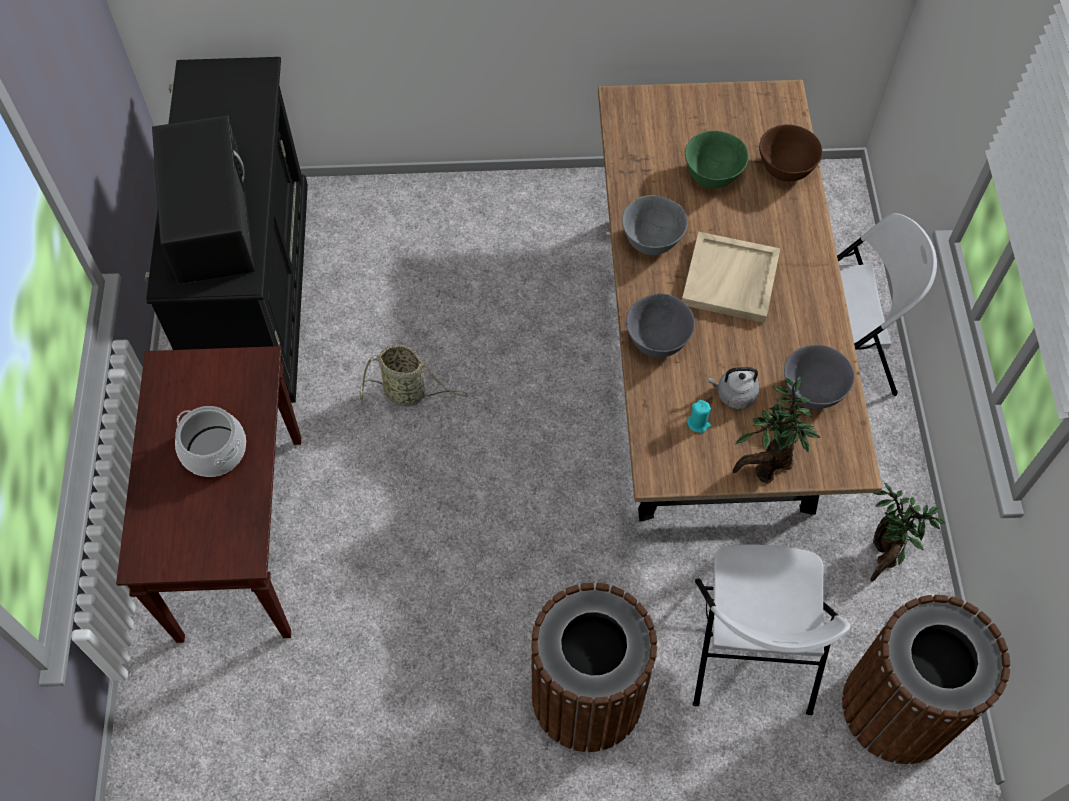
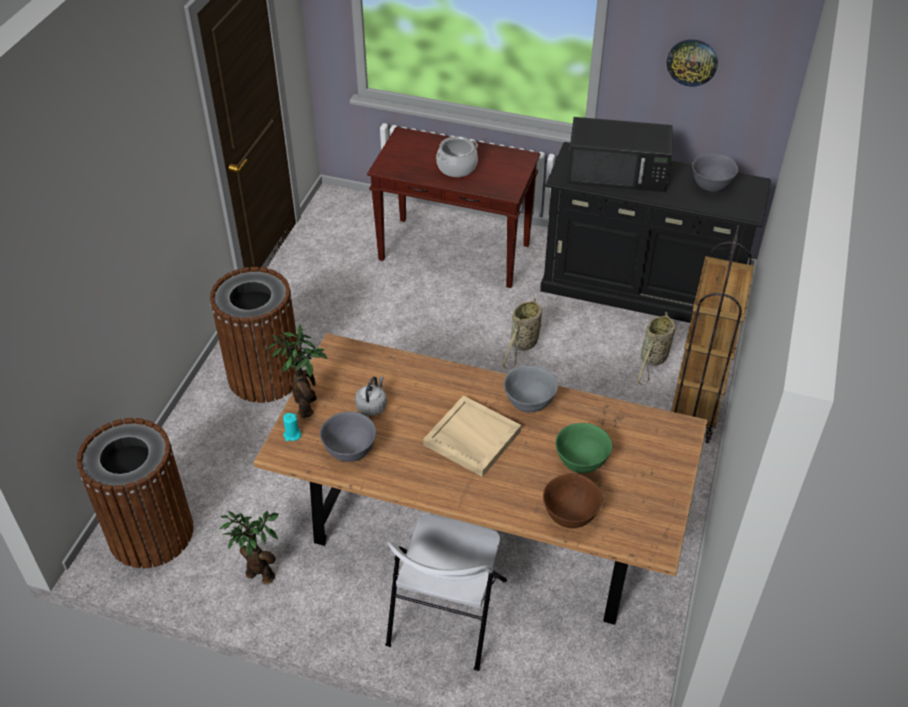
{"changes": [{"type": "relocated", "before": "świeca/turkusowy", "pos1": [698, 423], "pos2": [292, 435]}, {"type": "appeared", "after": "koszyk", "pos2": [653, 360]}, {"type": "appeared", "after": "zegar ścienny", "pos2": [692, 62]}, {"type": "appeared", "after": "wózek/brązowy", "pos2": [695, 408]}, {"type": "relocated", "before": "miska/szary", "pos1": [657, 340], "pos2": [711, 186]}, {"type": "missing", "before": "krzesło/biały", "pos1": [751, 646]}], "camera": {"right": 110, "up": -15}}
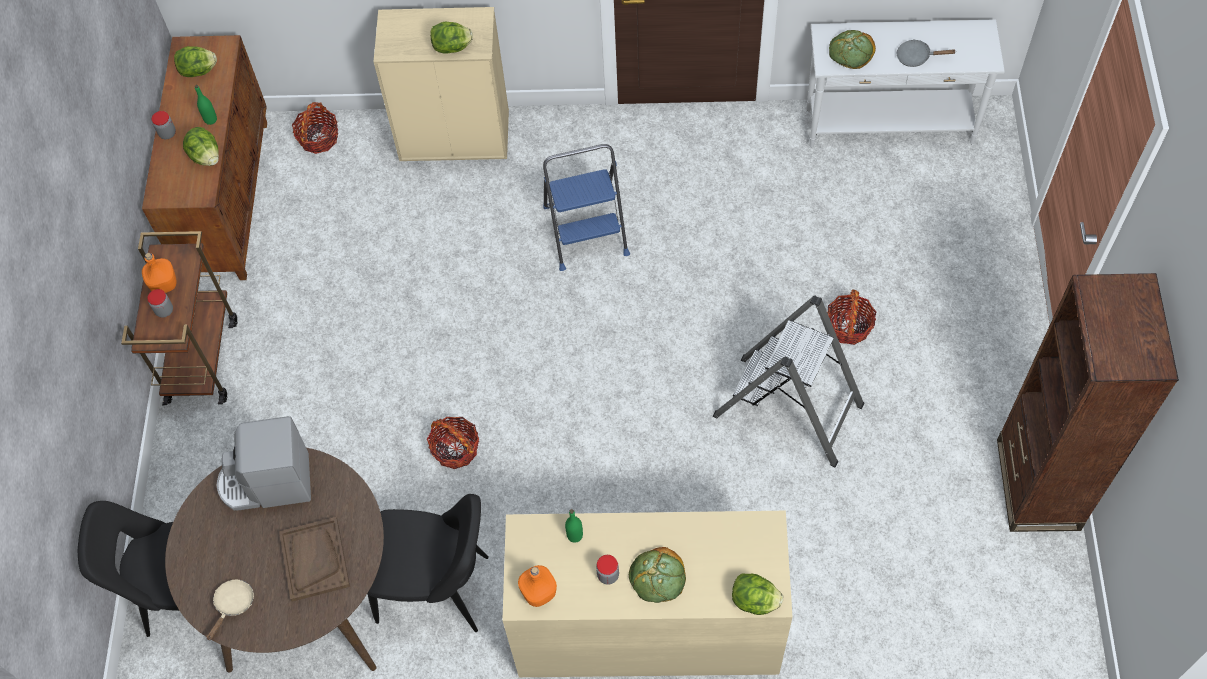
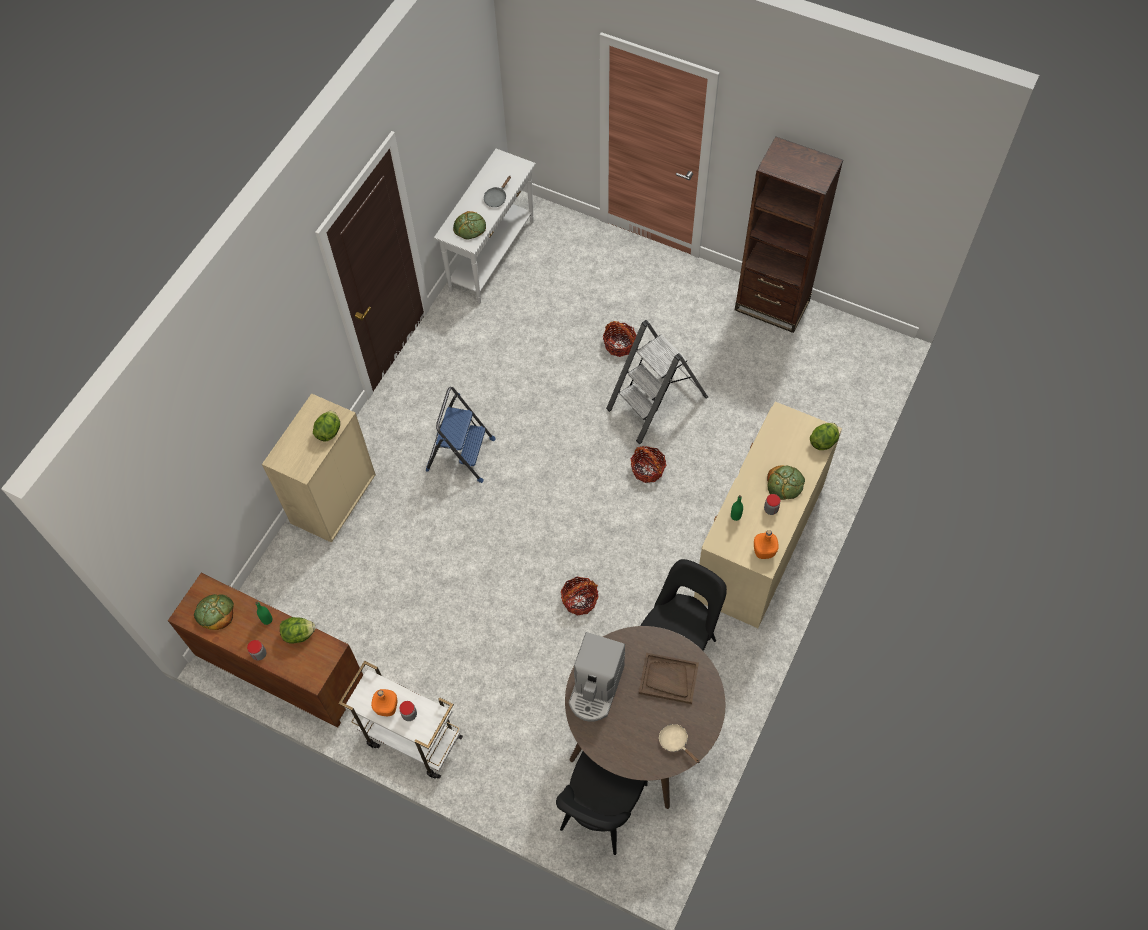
{"changes": [{"type": "exchanged", "before": "sałata", "after": "chleb", "pos1": [198, 71], "pos2": [215, 612]}, {"type": "colour", "before": "wózek/brązowy", "after": "wózek/biały", "pos1": [203, 357], "pos2": [411, 739]}, {"type": "relocated", "before": "koszyk", "pos1": [318, 138], "pos2": [647, 469]}], "camera": {"right": -65, "up": 0}}
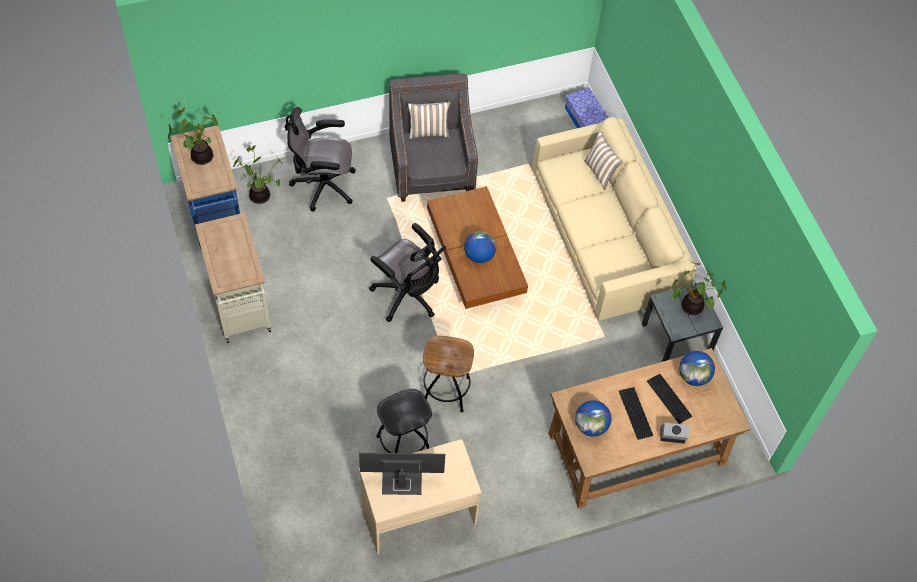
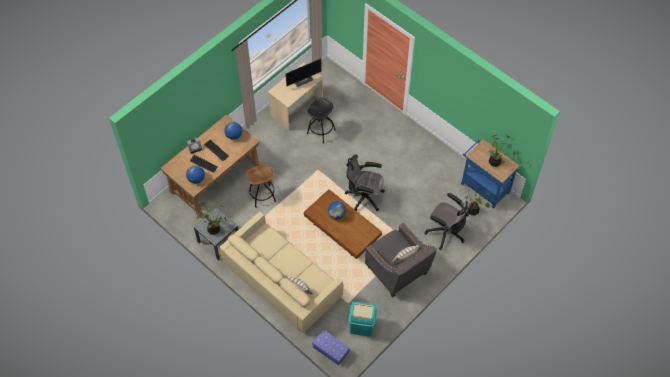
{"changes": [{"type": "relocated", "before": "stołek/brązowy", "pos1": [446, 391], "pos2": [262, 196]}, {"type": "appeared", "after": "kosz na śmieci/turkusowy", "pos2": [362, 326]}, {"type": "spun", "before": "krzesło biurowe", "pos1": [323, 186], "pos2": [446, 232], "turn": 60}, {"type": "missing", "before": "wózek/beżowy", "pos1": [240, 308]}], "camera": {"right": 155, "up": 0}}
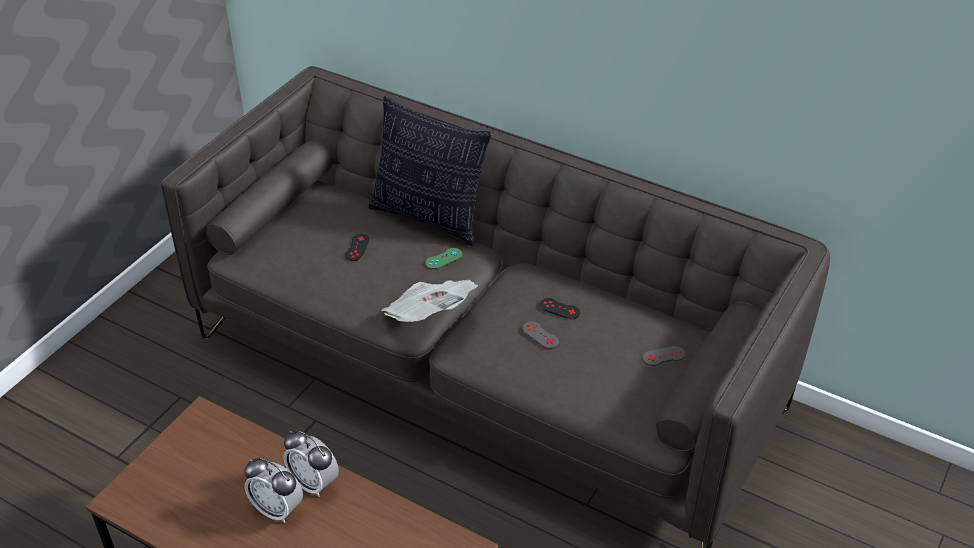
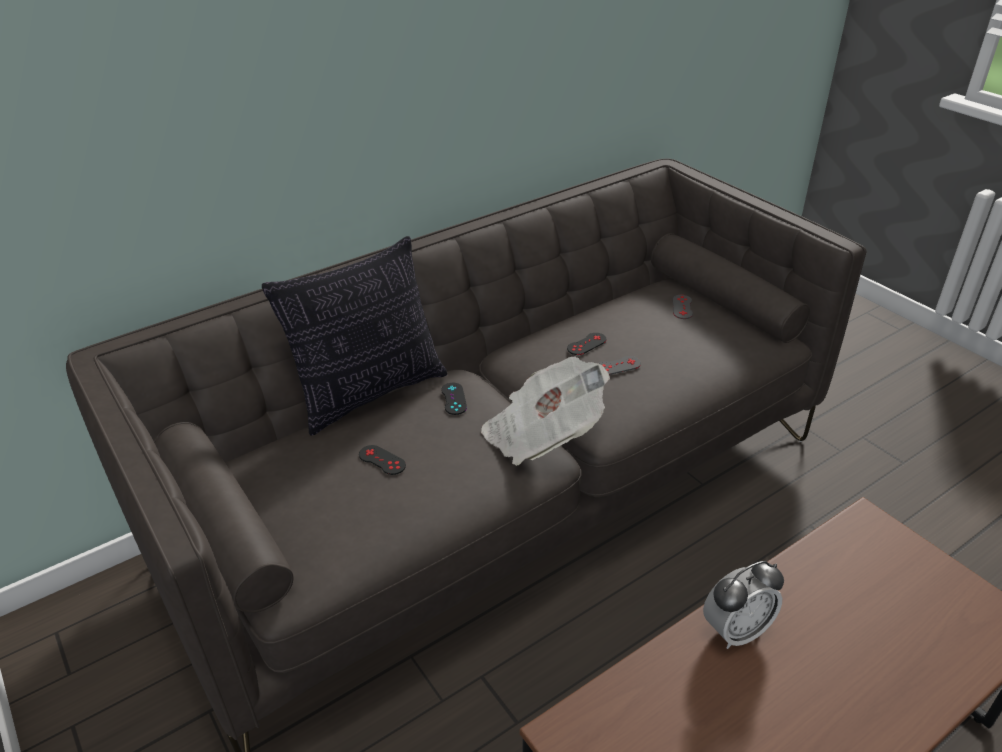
{"changes": [{"type": "colour", "before": "pad do gier/zielony", "after": "pad do gier/czarny", "pos1": [443, 258], "pos2": [454, 399]}, {"type": "missing", "before": "budzik", "pos1": [277, 509]}], "camera": {"right": -65, "up": -5}}
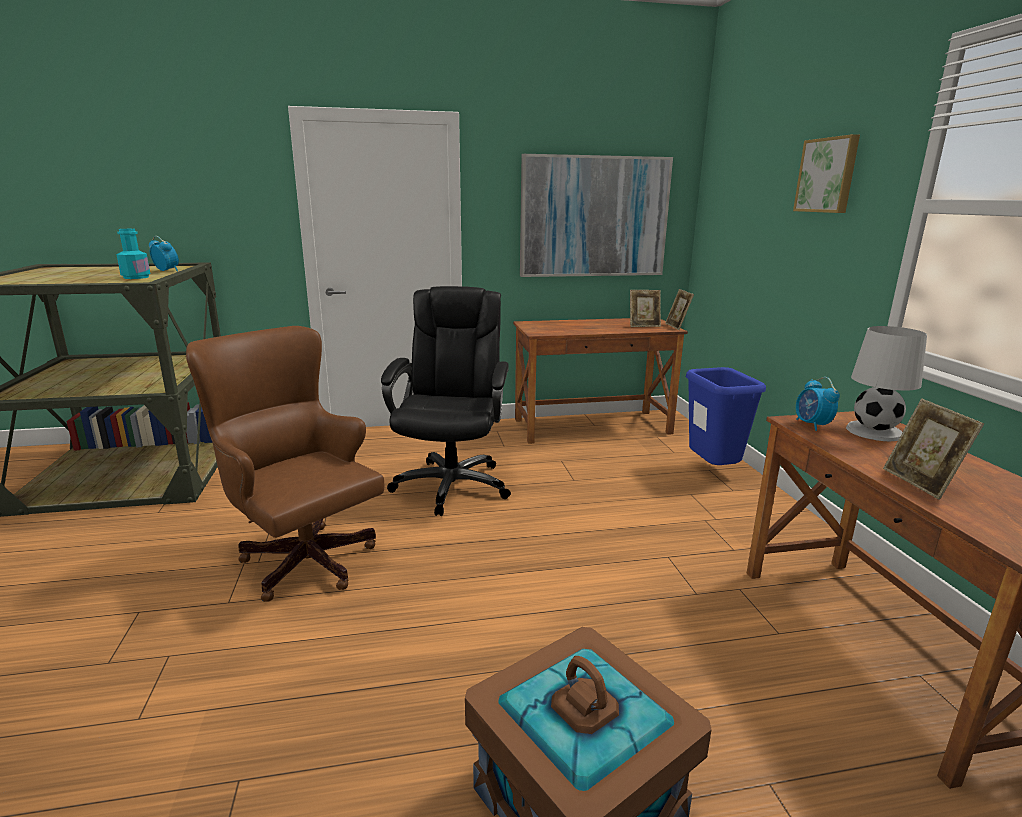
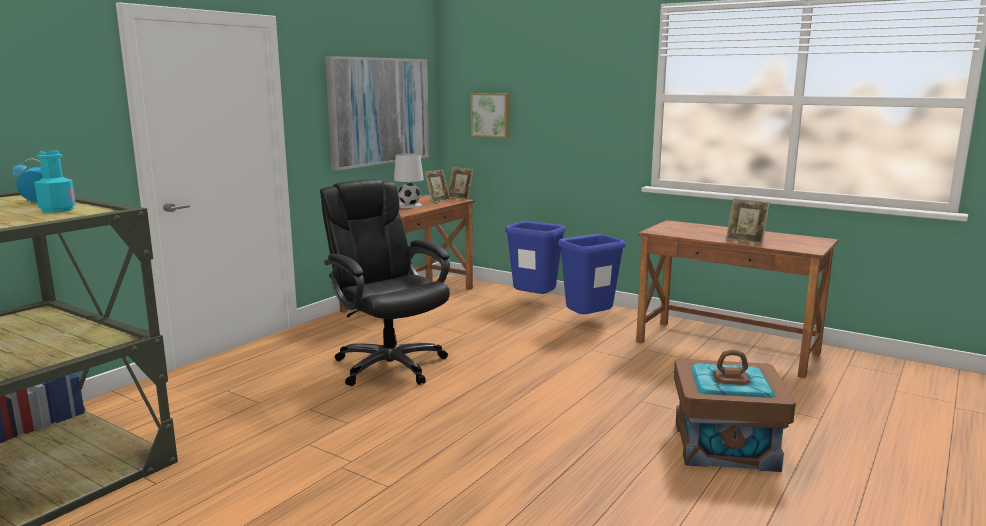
{"changes": [{"type": "relocated", "before": "lampa stołowa/biały", "pos1": [873, 431], "pos2": [409, 206]}, {"type": "relocated", "before": "obraz", "pos1": [828, 175], "pos2": [491, 115]}, {"type": "appeared", "after": "kosz na śmieci/niebieski", "pos2": [589, 322]}, {"type": "missing", "before": "krzesło biurowe/brązowy", "pos1": [303, 559]}, {"type": "missing", "before": "budzik", "pos1": [812, 425]}], "camera": {"right": -45, "up": -5}}
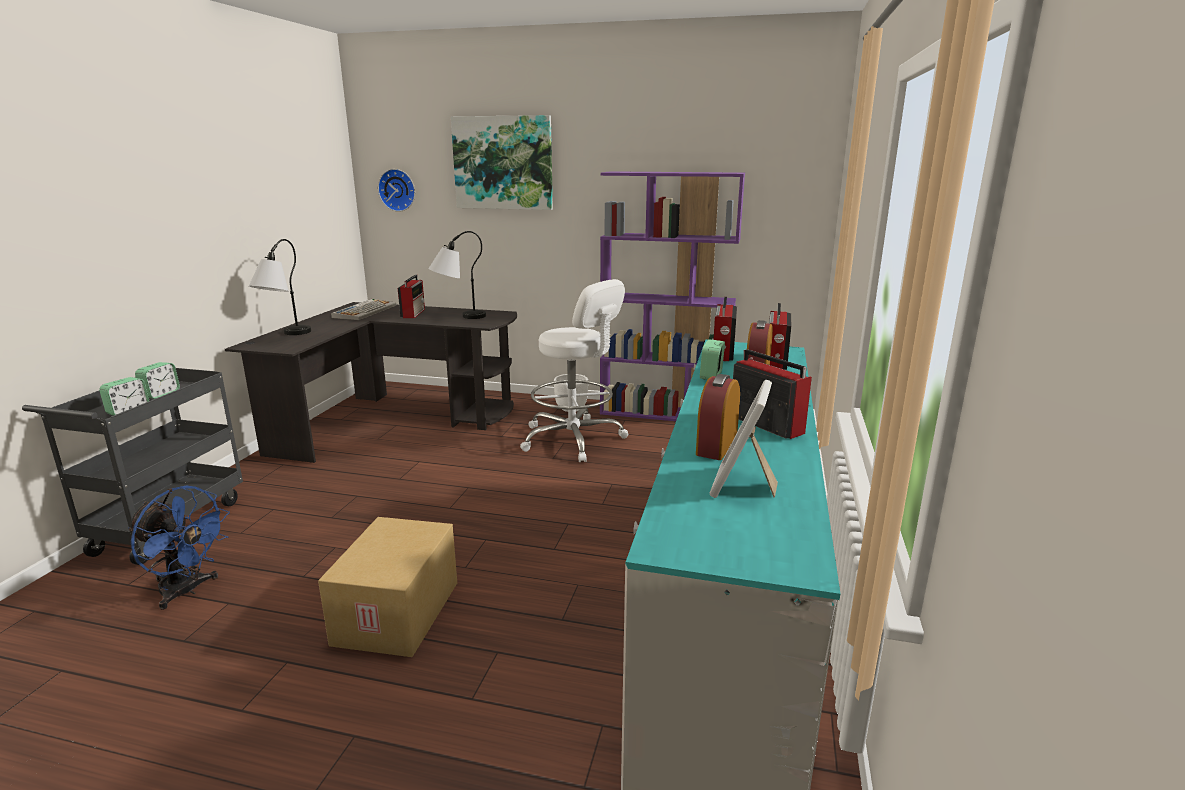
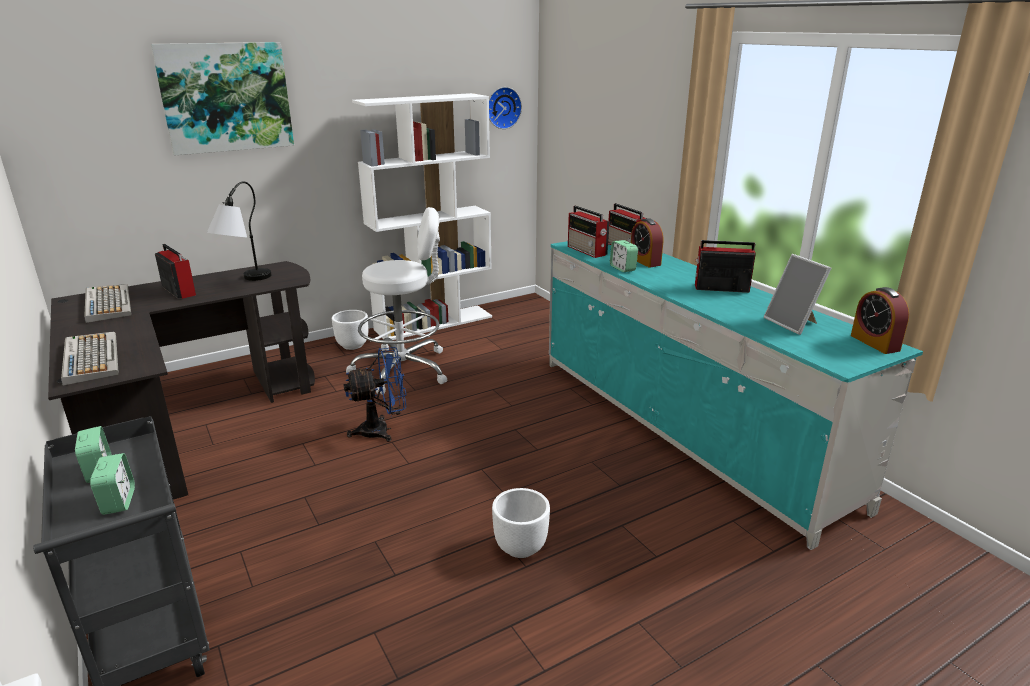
{"changes": [{"type": "exchanged", "before": "lampa stołowa", "after": "klawiatura", "pos1": [285, 336], "pos2": [90, 358]}, {"type": "relocated", "before": "wentylator/niebieski", "pos1": [187, 591], "pos2": [382, 430]}, {"type": "colour", "before": "regał/fioletowy", "after": "regał/biały", "pos1": [664, 413], "pos2": [434, 323]}, {"type": "relocated", "before": "zegar ścienny", "pos1": [398, 190], "pos2": [502, 107]}, {"type": "exchanged", "before": "karton", "after": "donica/biały", "pos1": [398, 613], "pos2": [521, 547]}, {"type": "relocated", "before": "budzik", "pos1": [716, 446], "pos2": [875, 343]}], "camera": {"right": -45, "up": 5}}
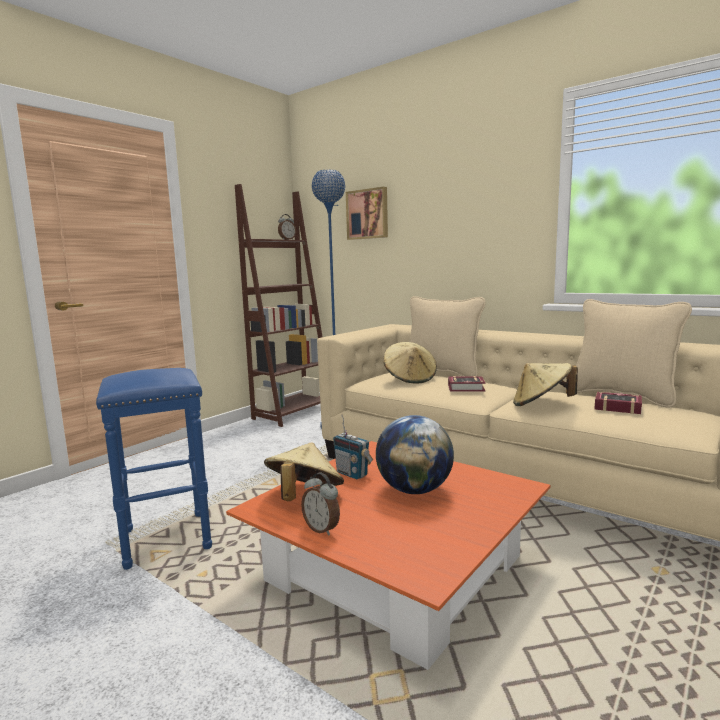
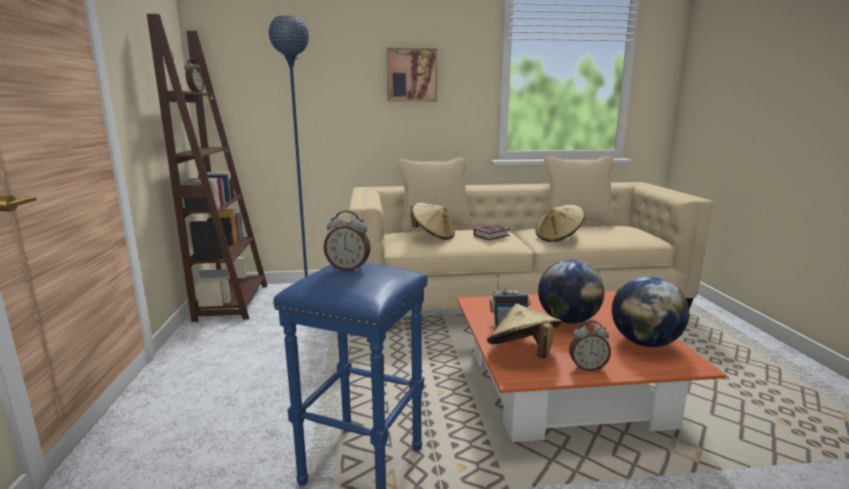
{"changes": [{"type": "appeared", "after": "budzik", "pos2": [348, 269]}, {"type": "relocated", "before": "obraz", "pos1": [368, 214], "pos2": [411, 75]}, {"type": "appeared", "after": "globus", "pos2": [644, 342]}, {"type": "missing", "before": "książka", "pos1": [615, 407]}], "camera": {"right": -45, "up": 5}}
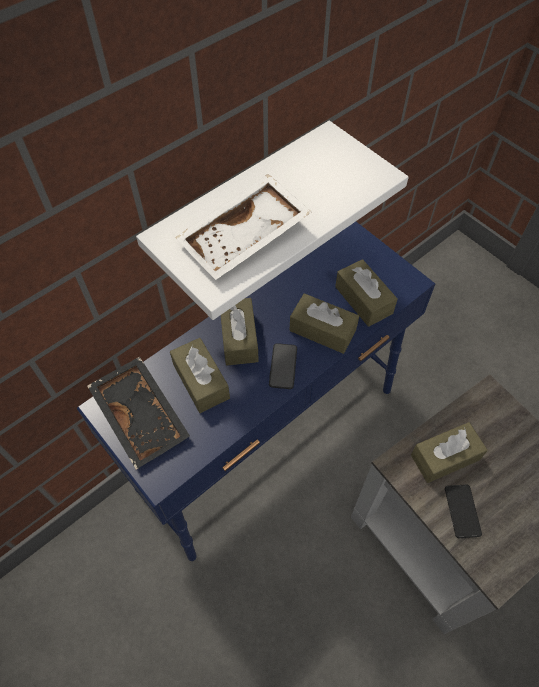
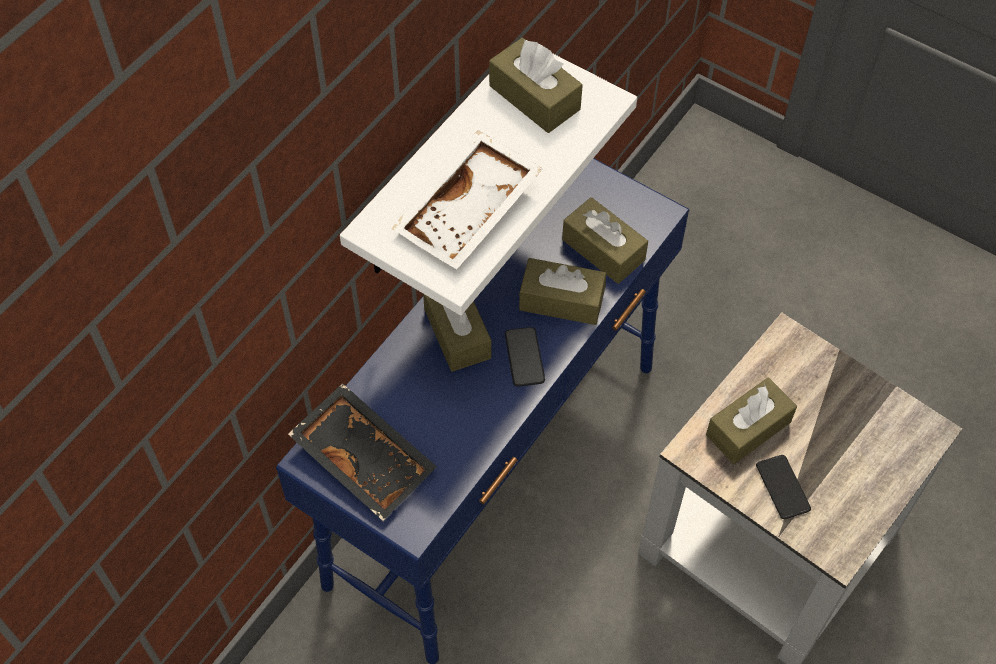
{"changes": [{"type": "relocated", "before": "pudełko chusteczek/brązowy", "pos1": [201, 381], "pos2": [534, 97]}], "camera": {"right": -15, "up": 0}}
